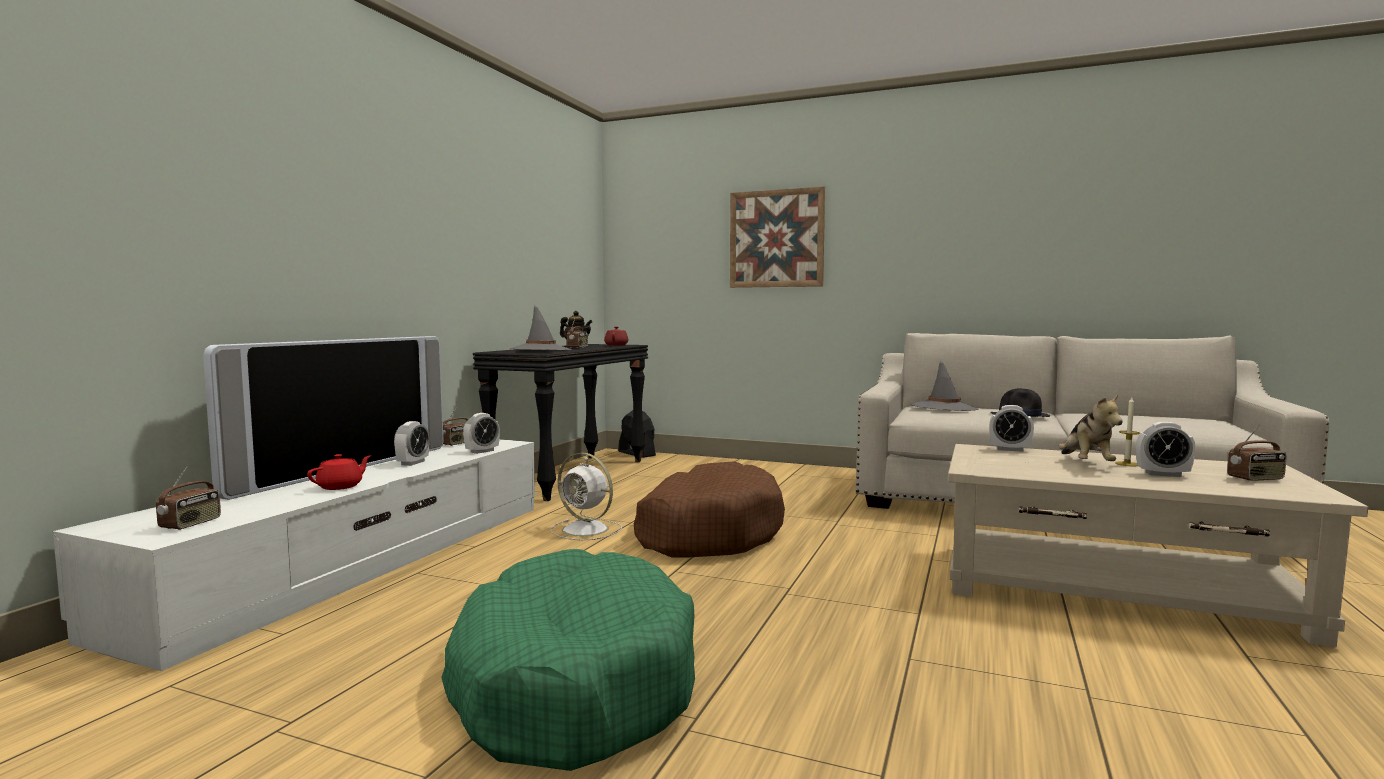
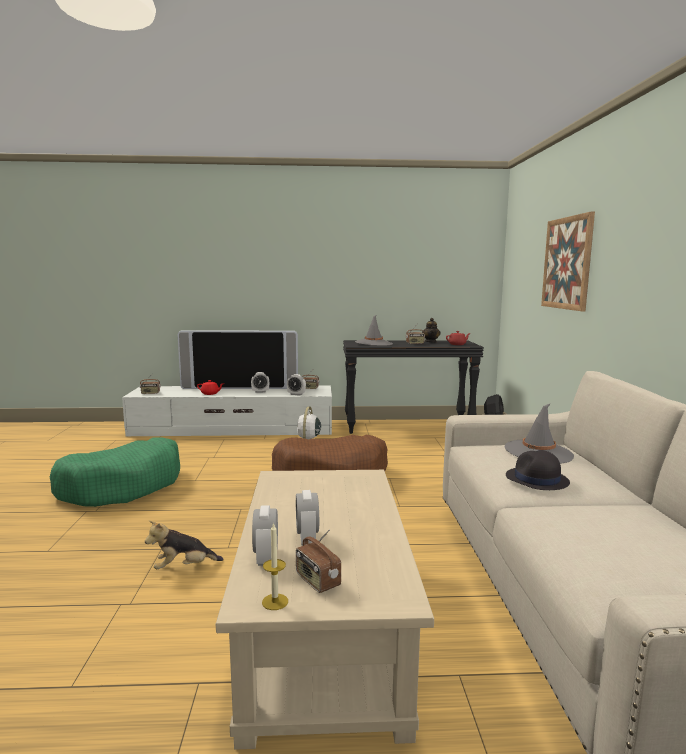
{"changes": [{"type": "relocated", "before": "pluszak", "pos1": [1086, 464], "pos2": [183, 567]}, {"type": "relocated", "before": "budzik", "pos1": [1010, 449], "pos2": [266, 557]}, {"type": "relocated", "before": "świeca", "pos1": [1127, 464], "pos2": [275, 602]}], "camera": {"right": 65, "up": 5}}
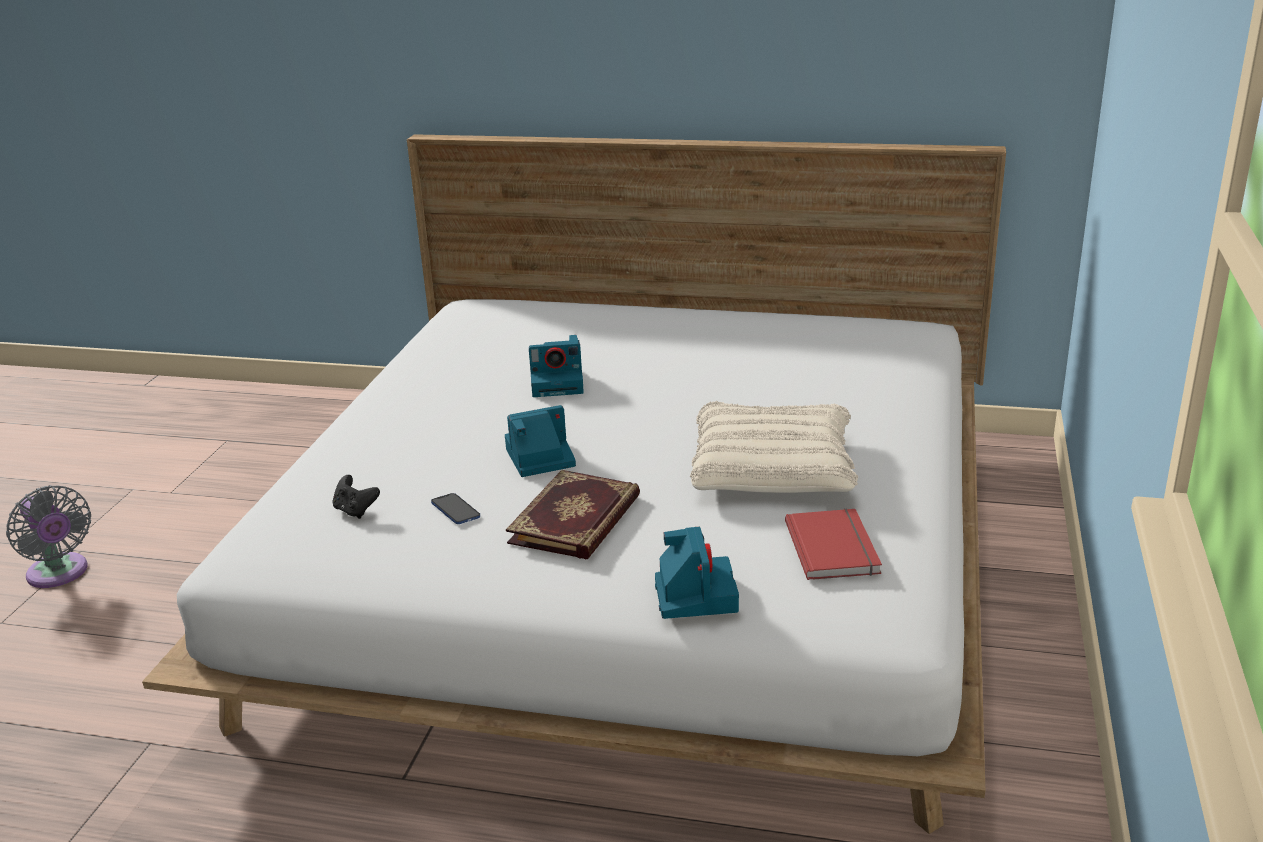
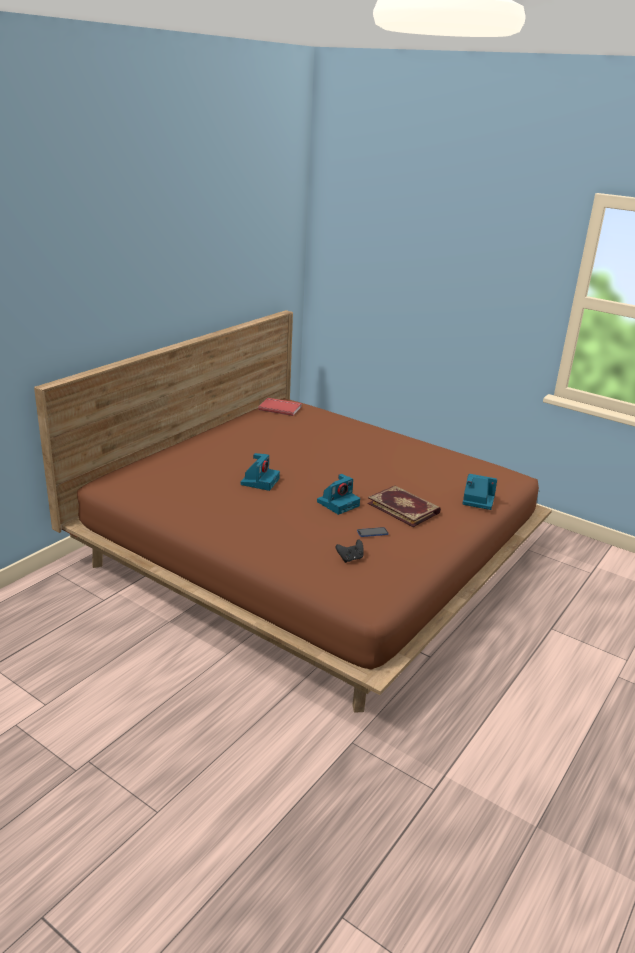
{"changes": [{"type": "colour", "before": "łóżko/biały", "after": "łóżko/brązowy", "pos1": [638, 570], "pos2": [313, 554]}, {"type": "relocated", "before": "książka/czerwony", "pos1": [835, 547], "pos2": [280, 408]}, {"type": "spun", "before": "aparat fotograficzny", "pos1": [539, 458], "pos2": [338, 503], "turn": -135}, {"type": "missing", "before": "wentylator/szary", "pos1": [59, 574]}, {"type": "missing", "before": "poduszka/beżowy", "pos1": [773, 467]}], "camera": {"right": -70, "up": 0}}
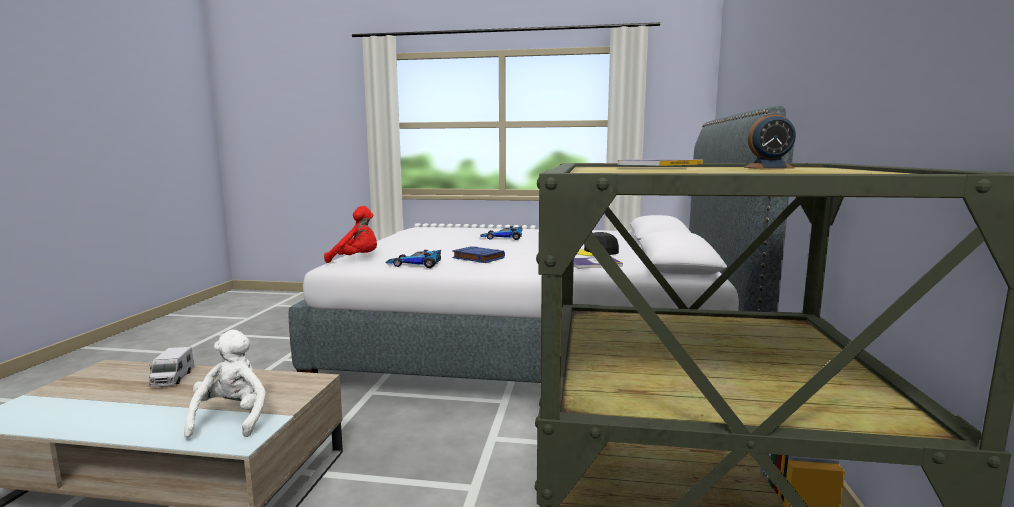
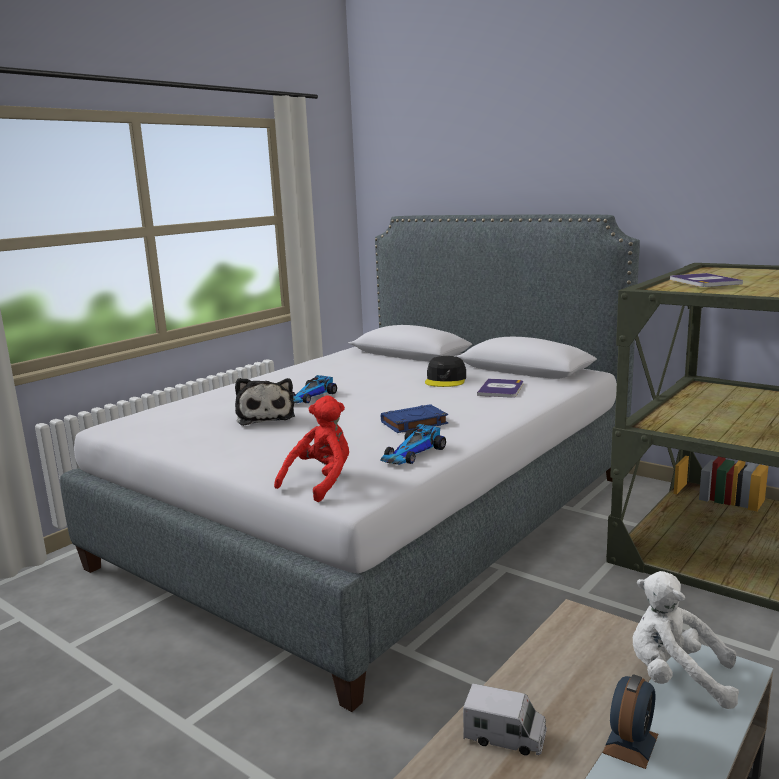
{"changes": [{"type": "appeared", "after": "pluszak", "pos2": [265, 416]}, {"type": "relocated", "before": "budzik", "pos1": [768, 168], "pos2": [630, 743]}], "camera": {"right": -60, "up": 5}}
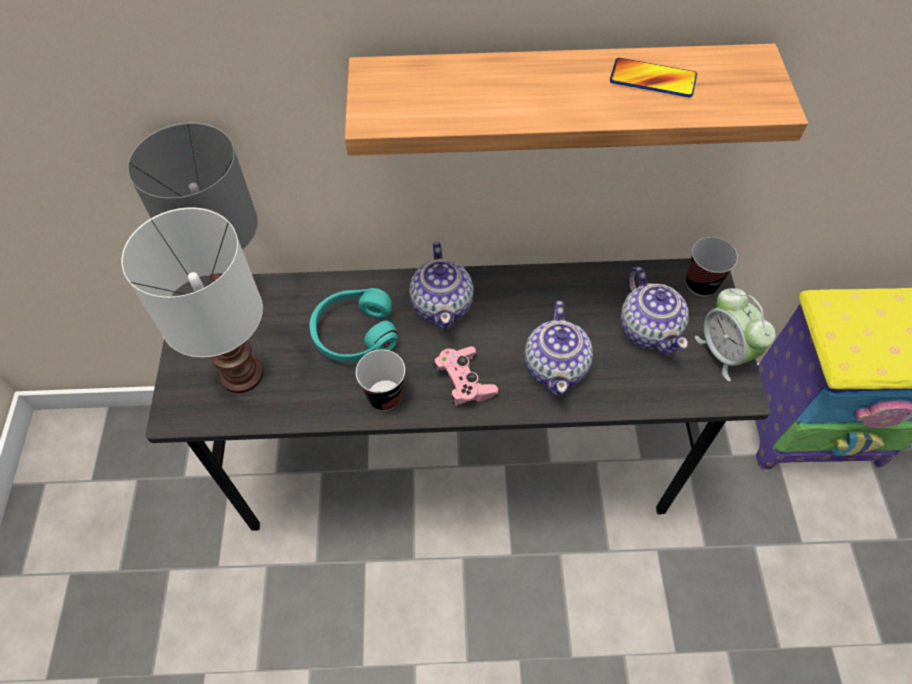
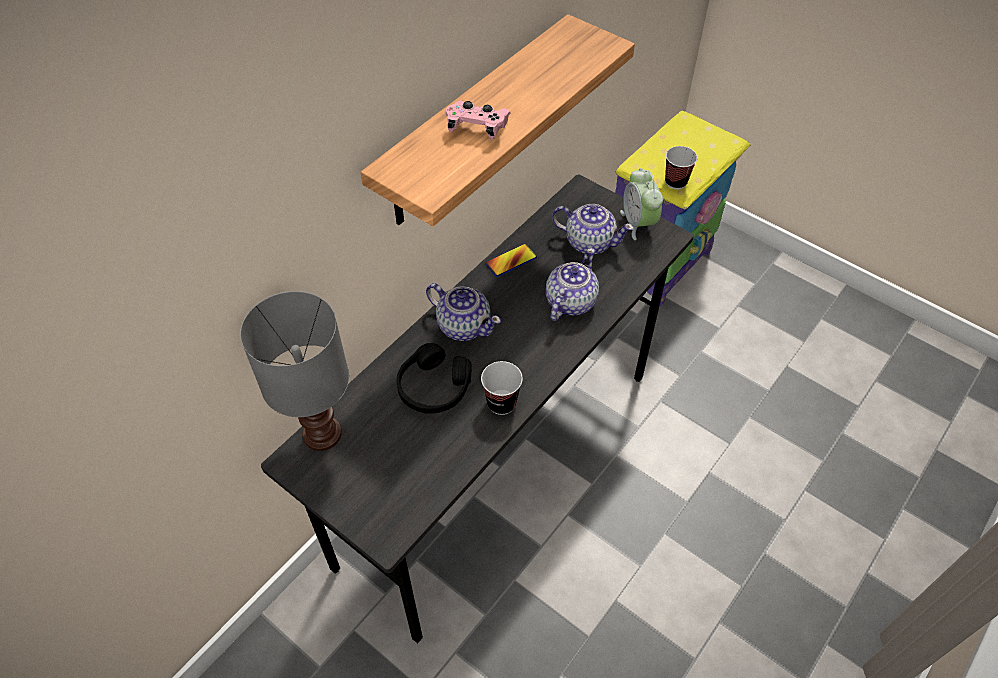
{"changes": [{"type": "colour", "before": "słuchawki/turkusowy", "after": "słuchawki/czarny", "pos1": [354, 333], "pos2": [434, 387]}, {"type": "relocated", "before": "pad do gier/różowy", "pos1": [464, 382], "pos2": [477, 127]}, {"type": "relocated", "before": "telefon", "pos1": [652, 79], "pos2": [511, 261]}, {"type": "spun", "before": "imbryk", "pos1": [556, 366], "pos2": [570, 302], "turn": -105}, {"type": "spun", "before": "budzik", "pos1": [724, 352], "pos2": [638, 223], "turn": 60}, {"type": "relocated", "before": "filiżanka", "pos1": [701, 284], "pos2": [675, 182]}, {"type": "missing", "before": "lampa stołowa/biały", "pos1": [241, 372]}], "camera": {"right": -50, "up": -5}}
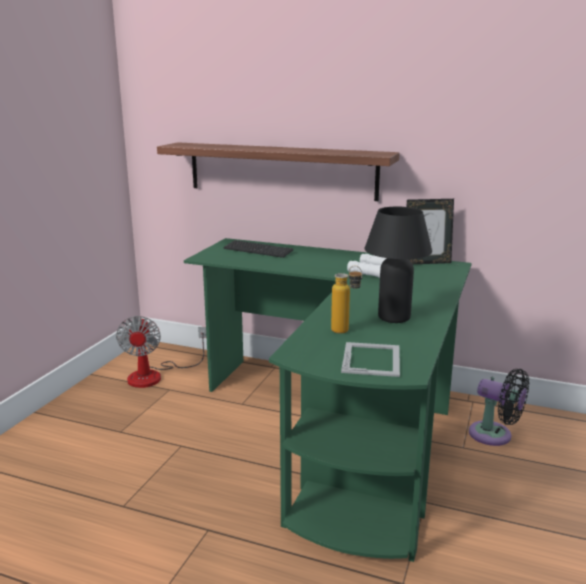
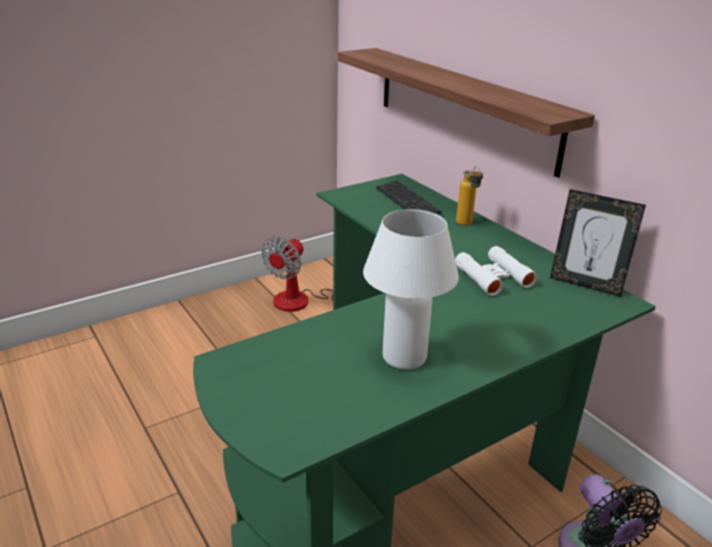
{"changes": [{"type": "colour", "before": "lampa stołowa/czarny", "after": "lampa stołowa/biały", "pos1": [394, 317], "pos2": [404, 357]}, {"type": "relocated", "before": "butelka", "pos1": [346, 332], "pos2": [466, 225]}, {"type": "missing", "before": "ramka na zdjęcie", "pos1": [372, 359]}], "camera": {"right": 35, "up": 10}}
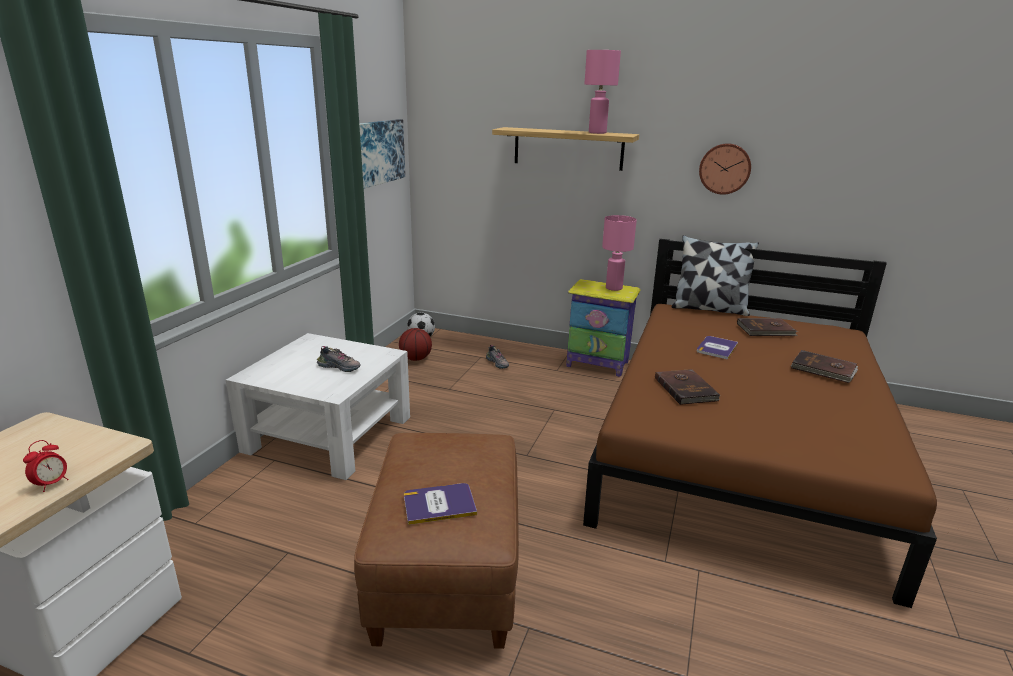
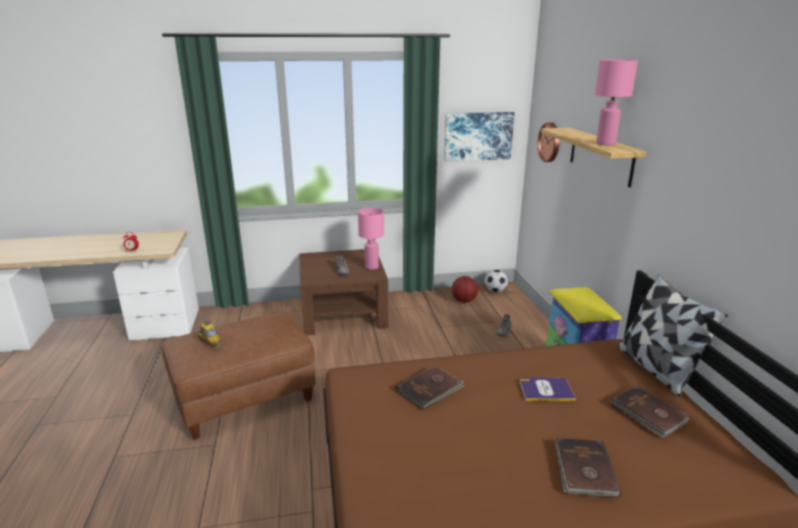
{"changes": [{"type": "exchanged", "before": "książka", "after": "samochodzik", "pos1": [439, 504], "pos2": [210, 343]}, {"type": "colour", "before": "ława/biały", "after": "ława/brązowy", "pos1": [328, 434], "pos2": [343, 312]}, {"type": "relocated", "before": "lampa stołowa/różowy", "pos1": [614, 288], "pos2": [371, 267]}, {"type": "relocated", "before": "zegar ścienny", "pos1": [725, 168], "pos2": [550, 142]}], "camera": {"right": 60, "up": 0}}
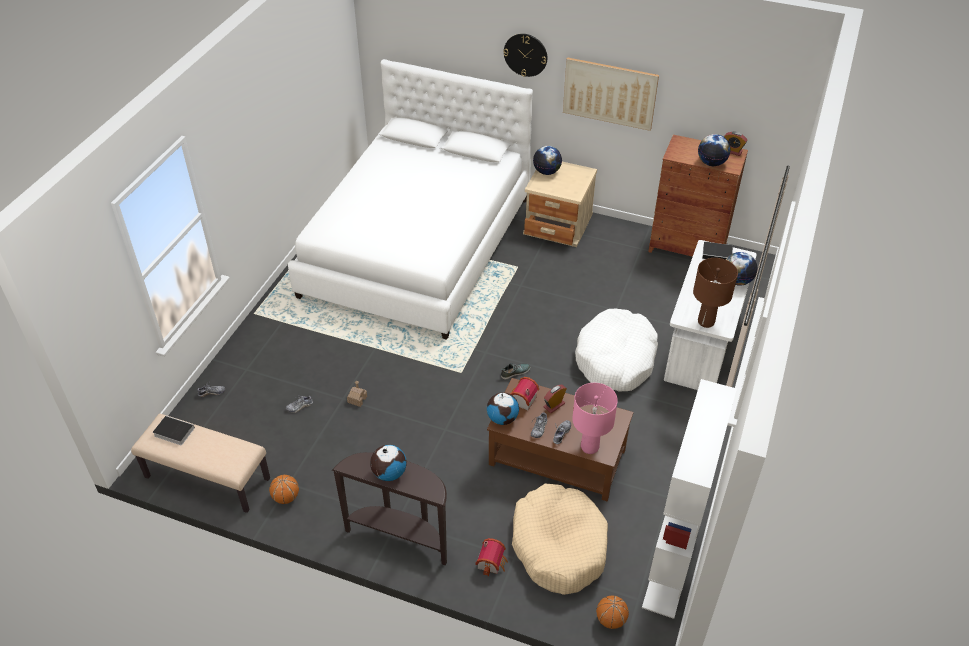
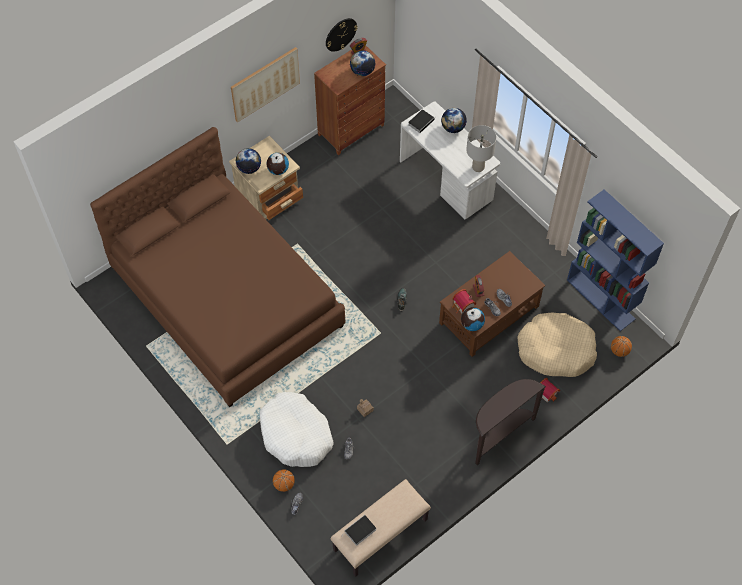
{"changes": [{"type": "colour", "before": "łóżko/biały", "after": "łóżko/brązowy", "pos1": [418, 246], "pos2": [227, 297]}, {"type": "relocated", "before": "legowisko/biały", "pos1": [615, 359], "pos2": [296, 434]}, {"type": "relocated", "before": "globus", "pos1": [389, 473], "pos2": [278, 170]}, {"type": "relocated", "before": "piłka do koszykówki", "pos1": [286, 497], "pos2": [284, 484]}, {"type": "relocated", "before": "zegar ścienny", "pos1": [525, 54], "pos2": [340, 34]}, {"type": "colour", "before": "lampa stołowa/brązowy", "after": "lampa stołowa/szary", "pos1": [706, 321], "pos2": [478, 167]}, {"type": "colour", "before": "regał/biały", "after": "regał/niebieski", "pos1": [671, 565], "pos2": [601, 299]}, {"type": "missing", "before": "lampa stołowa/różowy", "pos1": [589, 447]}], "camera": {"right": -60, "up": 15}}
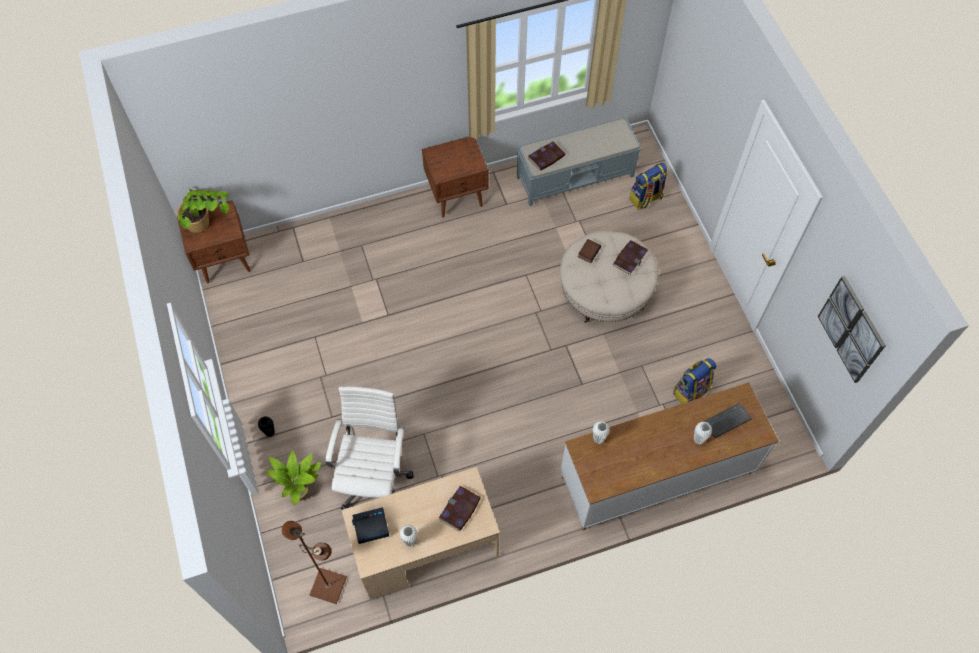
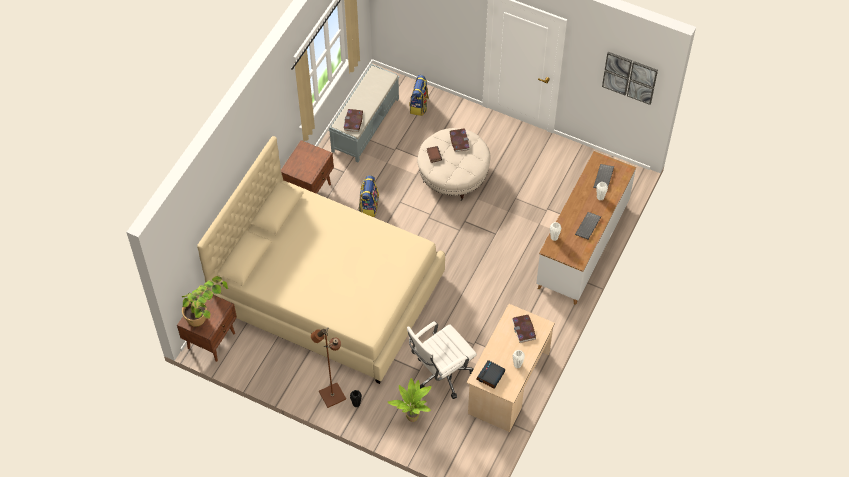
{"changes": [{"type": "appeared", "after": "łóżko/beżowy", "pos2": [328, 292]}, {"type": "relocated", "before": "lampa stojąca/brązowy", "pos1": [328, 586], "pos2": [332, 395]}, {"type": "relocated", "before": "plecak", "pos1": [690, 390], "pos2": [369, 206]}, {"type": "spun", "before": "krzesło biurowe/biały", "pos1": [374, 478], "pos2": [441, 375], "turn": -90}, {"type": "appeared", "after": "klawiatura", "pos2": [588, 226]}], "camera": {"right": -45, "up": -5}}
